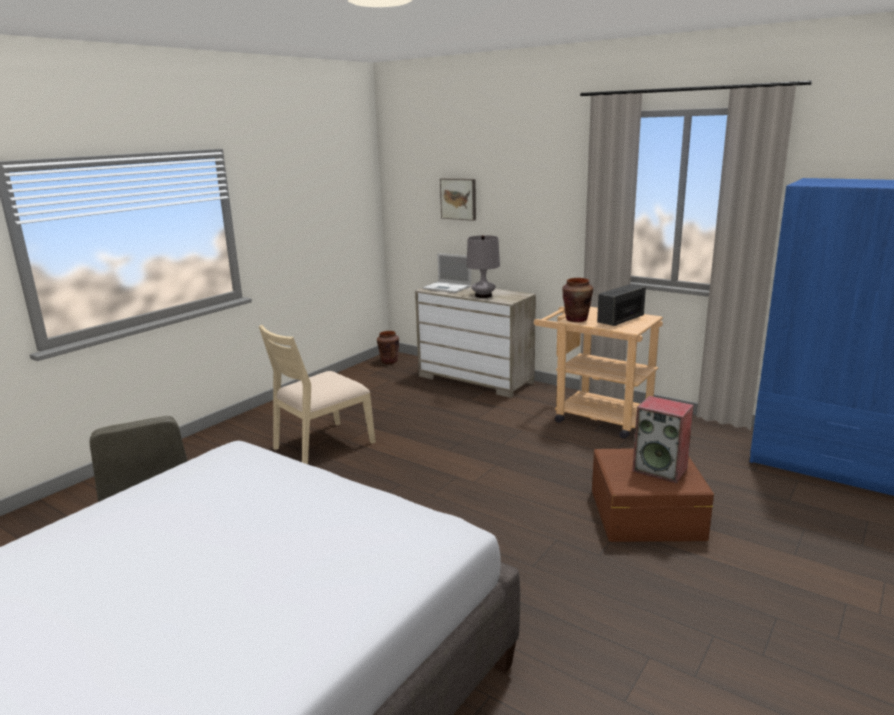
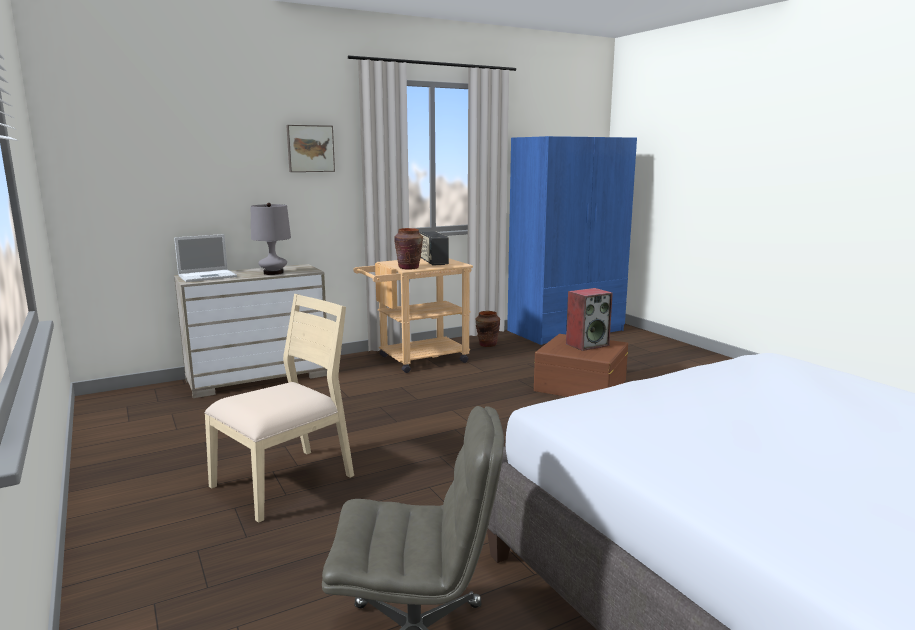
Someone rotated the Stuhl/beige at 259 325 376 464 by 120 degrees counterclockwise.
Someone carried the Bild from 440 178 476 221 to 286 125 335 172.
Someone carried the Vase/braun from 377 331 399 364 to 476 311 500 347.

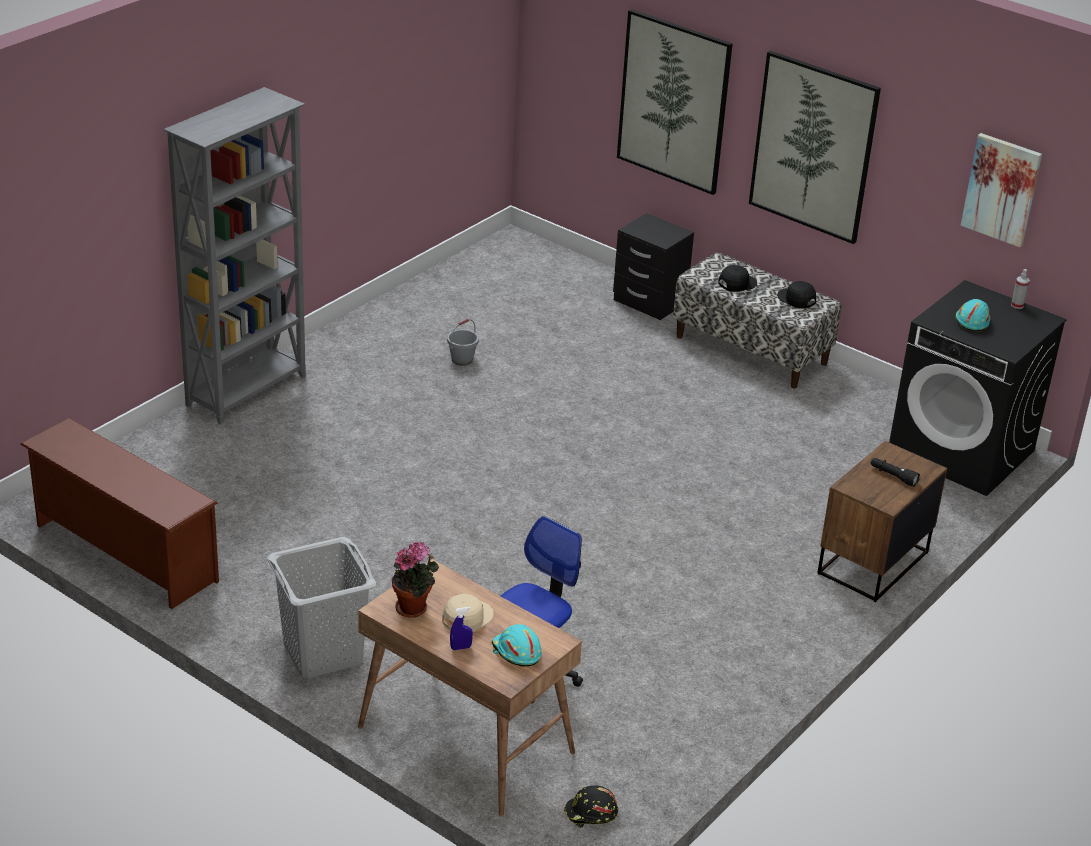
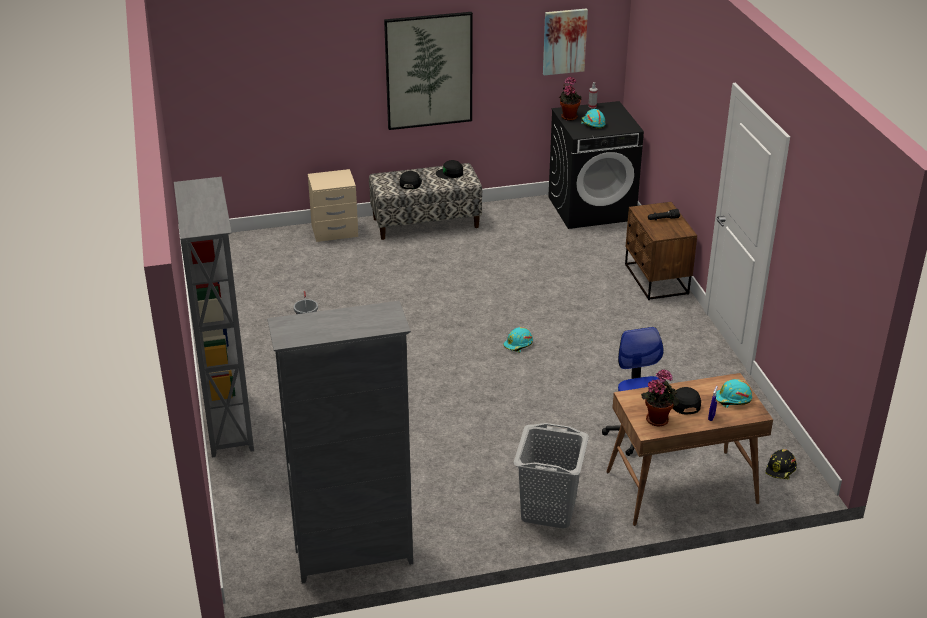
Someone swapped the Schuhregal/braun at 20 418 219 609 for the Bücherregal/grau at 267 301 413 584.
Someone repainted the Nachttisch/schwarz at 613 213 694 320, which became the Nachttisch/beige at 308 169 358 242.
Someone put down the Schutzhelm/türkis at 503 327 533 353.
Someone put down the Topfpflanze at 559 77 582 121.
Someone repainted the Kappe/beige at 442 594 494 632, which became the Kappe/schwarz at 673 387 701 414.
Someone took away the Bild at 617 9 733 195.

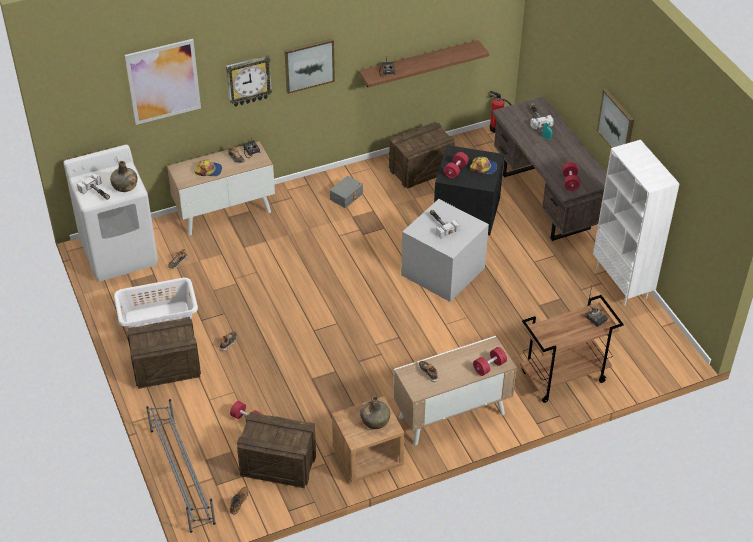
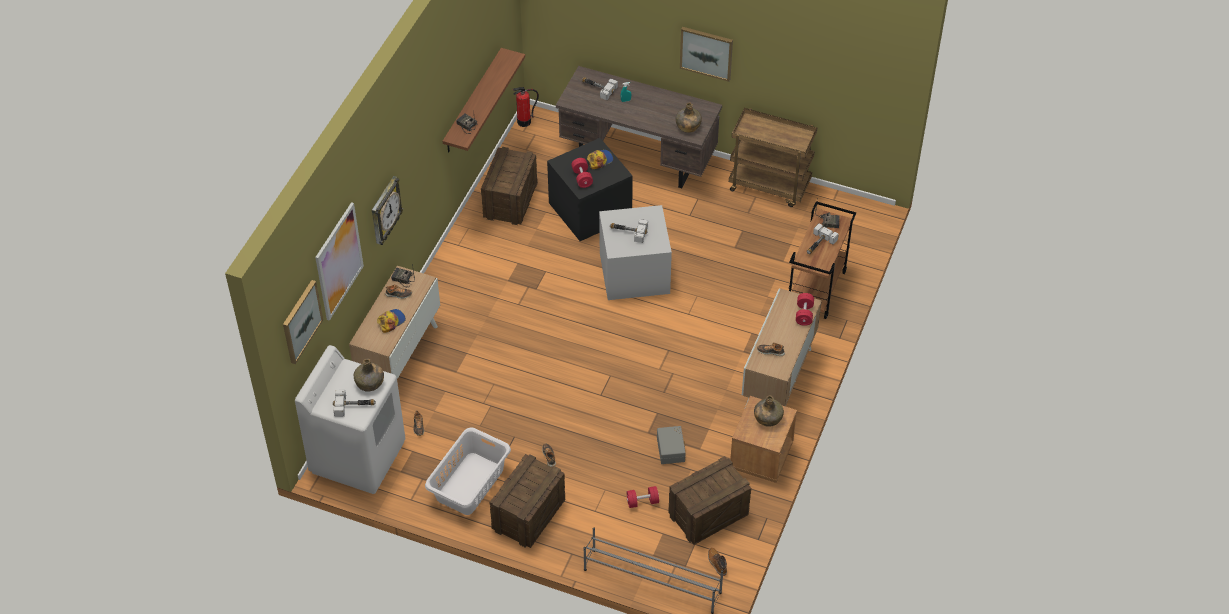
Someone carried the Bild from 284 38 335 94 to 283 280 323 364.
Someone carried the Aufbewahrungsbox/grau from 330 176 363 208 to 657 426 686 464.
Someone swapped the Hantel/rot at 562 162 580 191 for the Flasche/grün at 676 103 702 133.
Someone swapped the Bücherregal/weiß at 593 140 680 306 for the Rollwagen/braun at 729 108 817 207.
Someone put down the Hammer at 807 223 839 254.

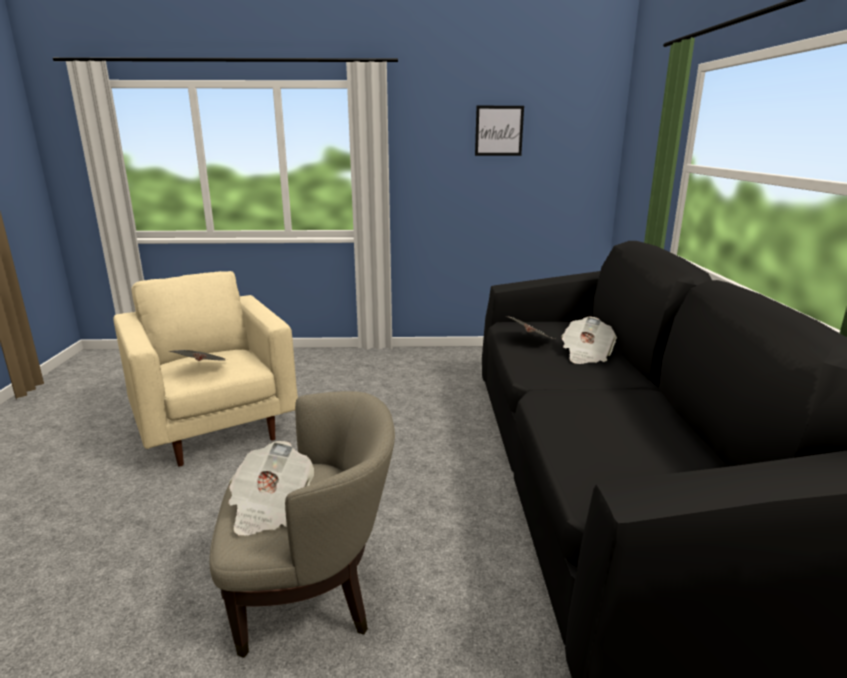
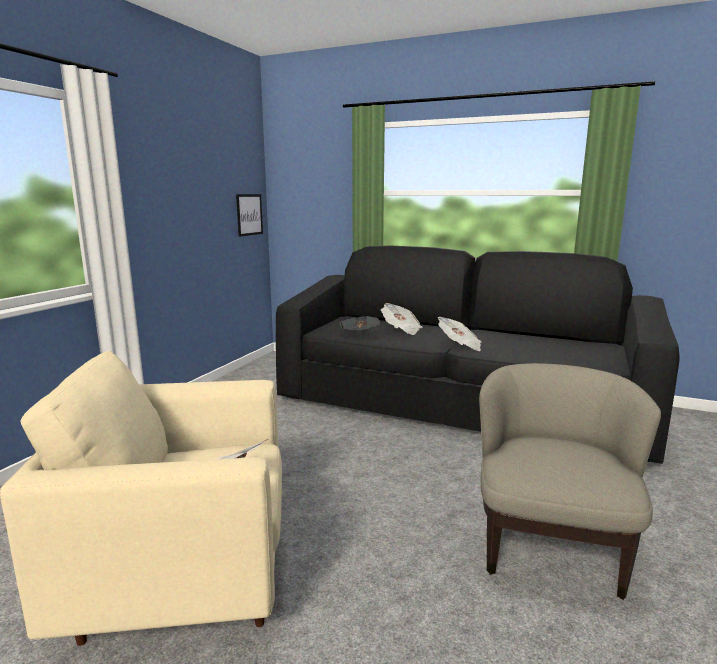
Someone carried the Bild from 475 106 524 156 to 236 194 263 237.
Someone carried the Zeitung from 229 441 314 536 to 438 317 482 351.

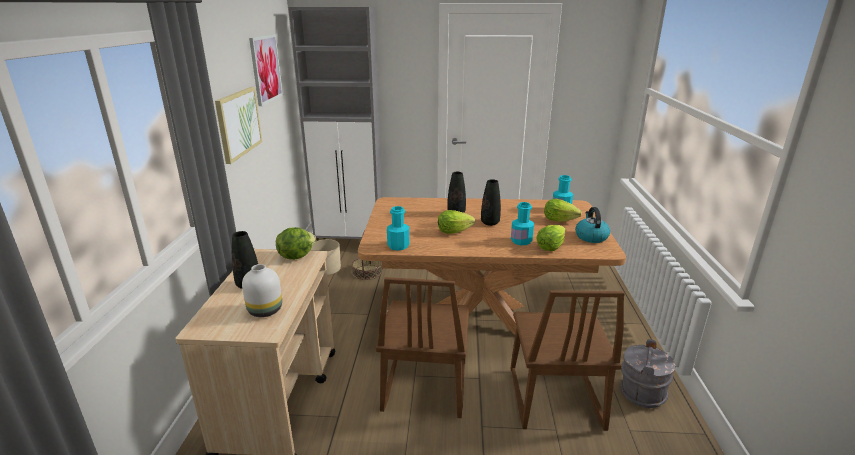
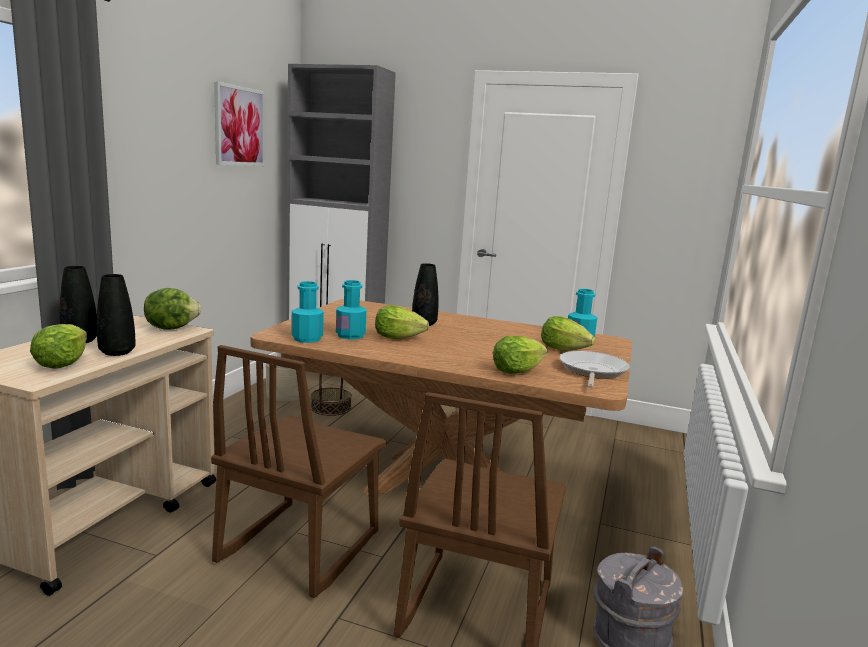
Someone swapped the Vase/weiß at 242 264 282 317 for the Salatkopf at 30 324 87 369.
Someone carried the Vase/schwarz from 481 179 501 226 to 97 274 135 356.
Someone carried the Flasche/türkis from 511 202 534 245 to 336 280 366 340.
Someone swapped the Wasserkessel at 575 207 610 243 for the Pfanne at 559 351 630 388.
Someone took away the Bild at 215 87 263 164.

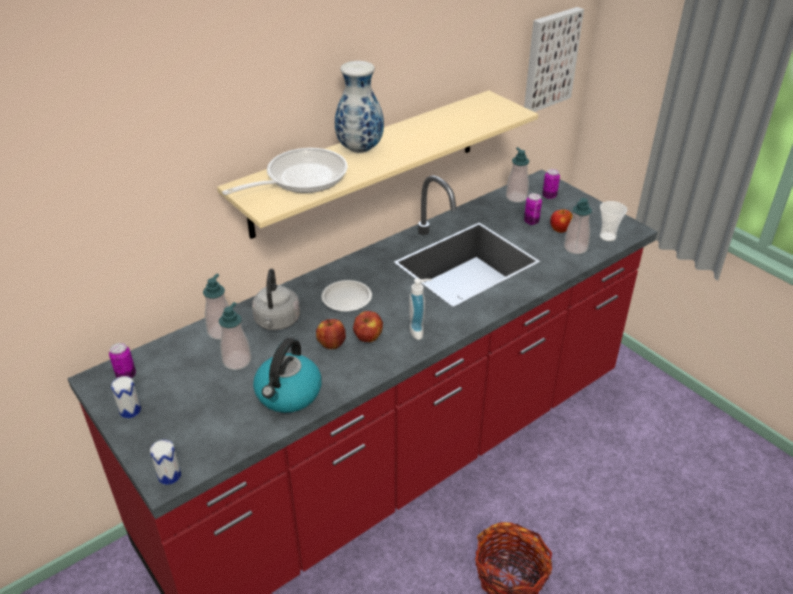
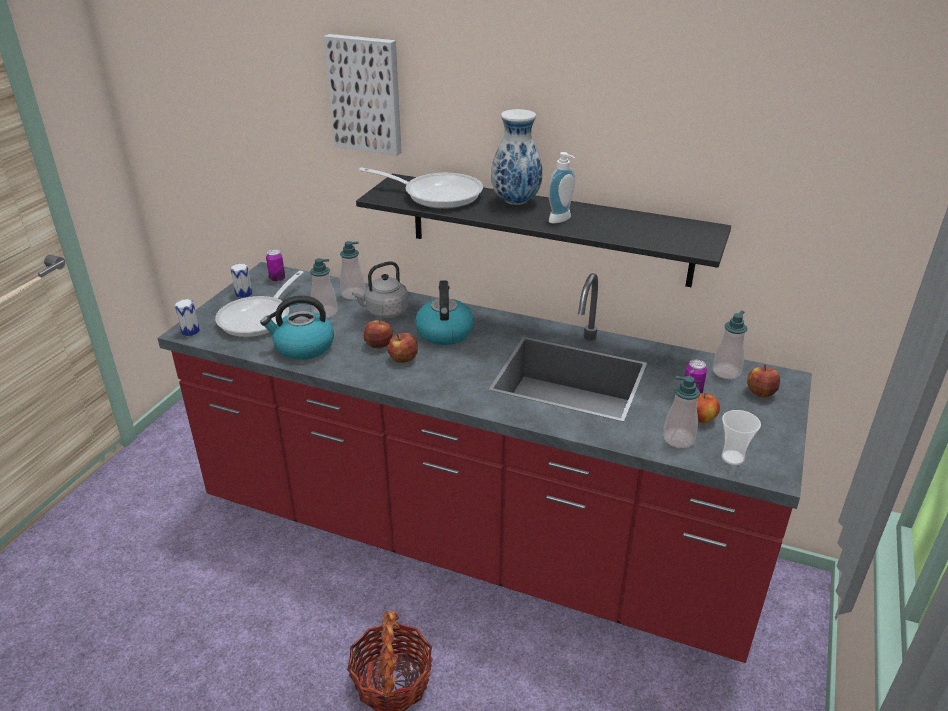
Someone put down the Pfanne at 215 271 304 337.
Someone carried the Bild from 524 7 584 112 to 324 34 402 156.
Someone repainted the Wandregal/beige at 217 90 538 239, which became the Wandregal/schwarz at 356 174 731 287.
Someone swapped the Teller/weiß at 322 280 372 311 for the Wasserkessel at 415 281 474 345.
Someone carried the Seifenspender from 409 278 431 340 to 548 152 575 223.
Someone swapped the Dose at 542 169 560 199 for the Apfel at 747 365 780 397.

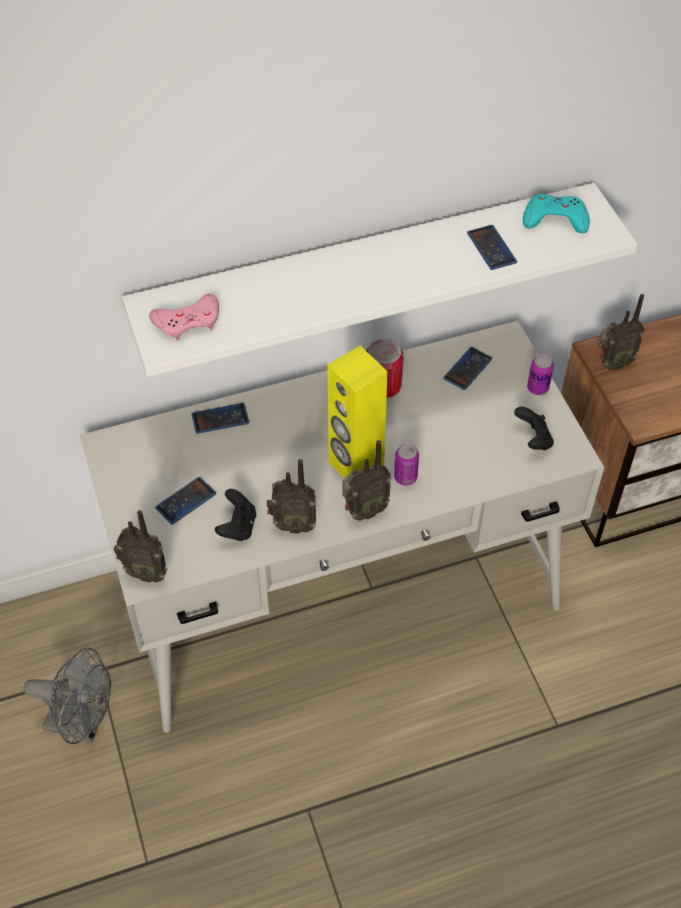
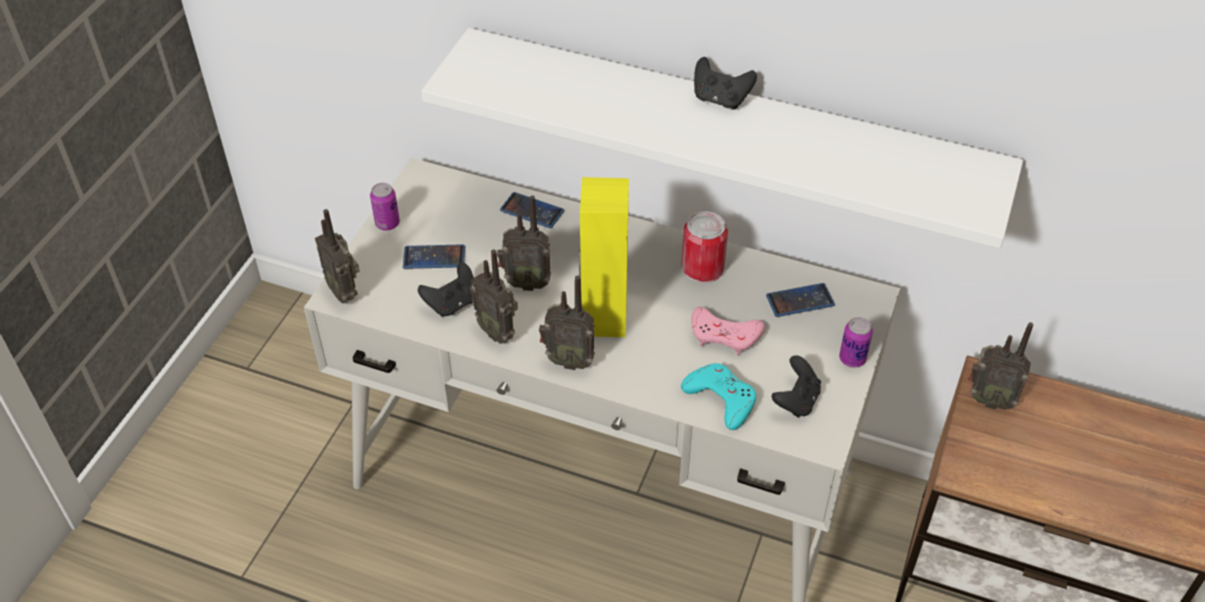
Someone carried the Dose from 394 443 419 485 to 370 183 400 231.
Someone put down the Radio at 497 195 551 291.
Someone carried the Gamepad/türkis from 523 194 590 233 to 681 363 756 430.
Someone carried the Gamepad/rosa from 149 294 219 341 to 692 307 765 355.
Someone put down the Gamepad/schwarz at 694 57 757 110.
Someone took away the Ventilator/grau at 24 647 111 744.
Someone took away the Handy at 467 225 517 270.

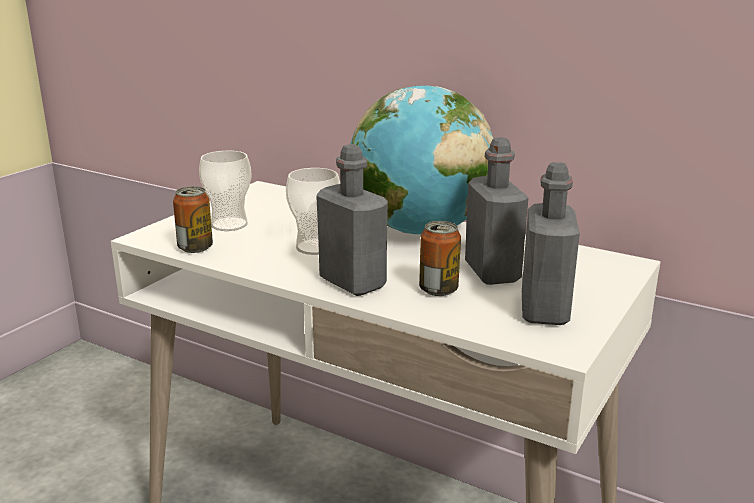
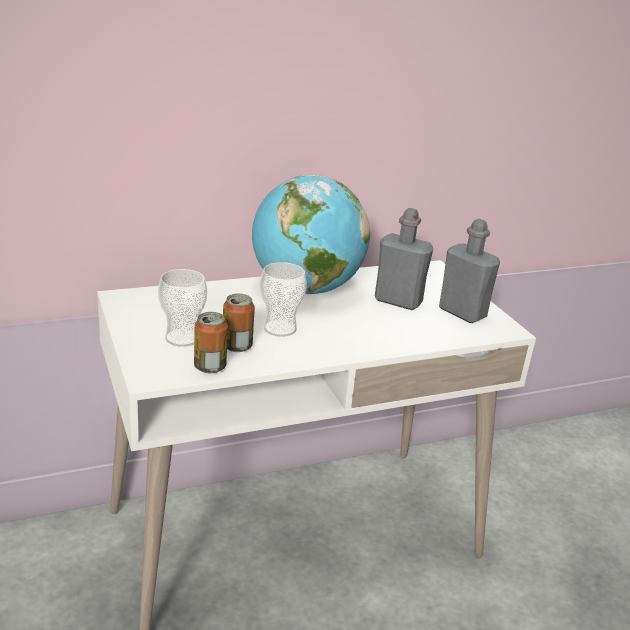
Someone carried the Dose from 419 221 461 296 to 223 294 255 352.
Someone took away the Flasche/grau at 316 144 388 296.

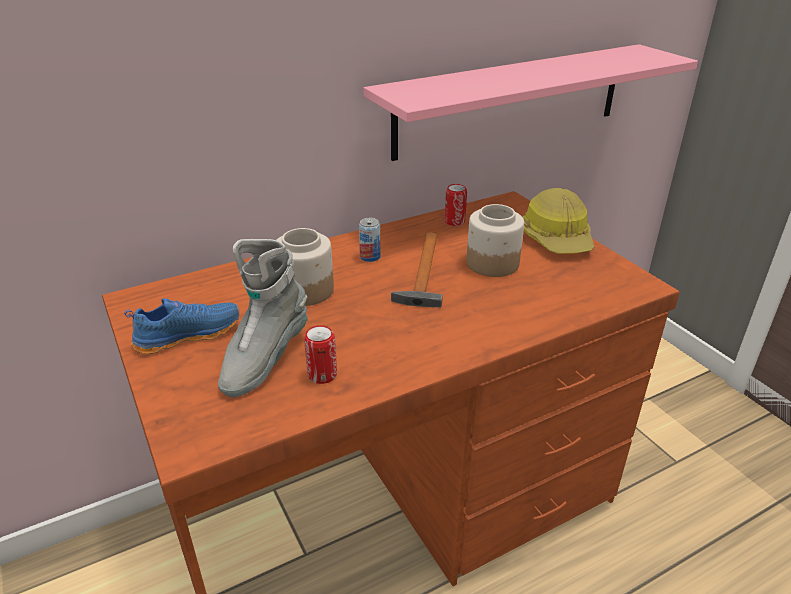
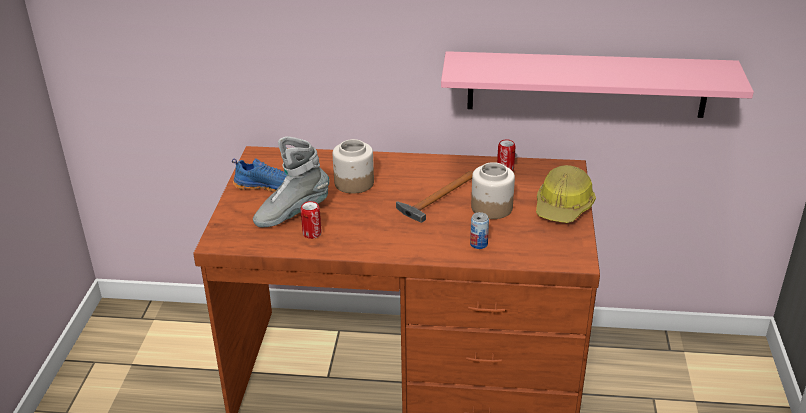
Someone carried the Dose from 359 218 381 262 to 470 212 489 249.

